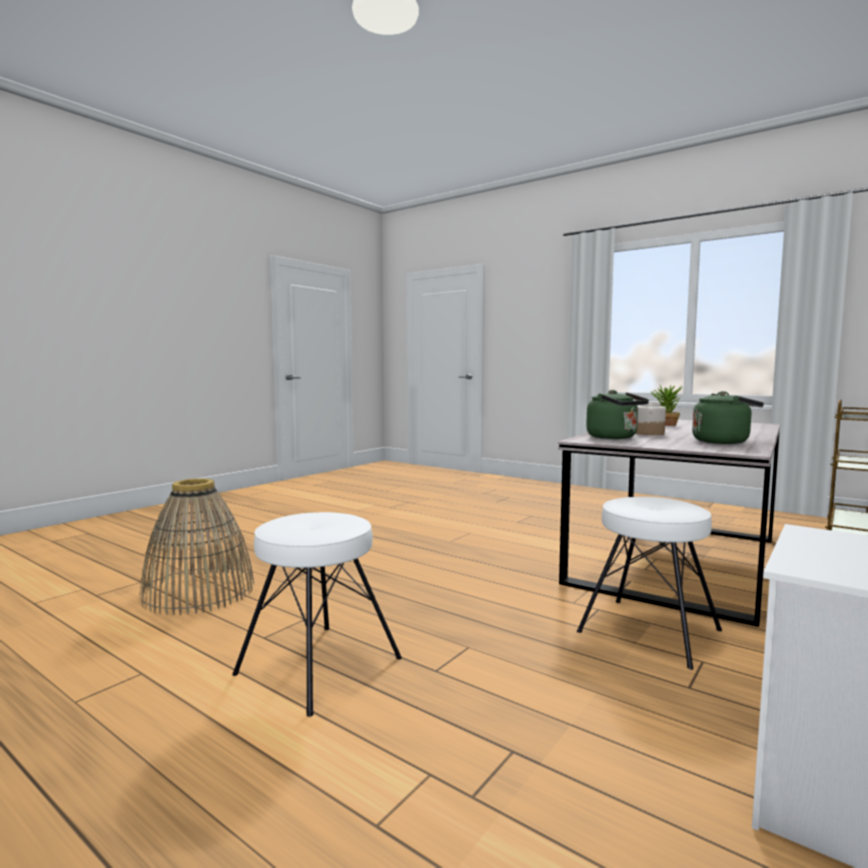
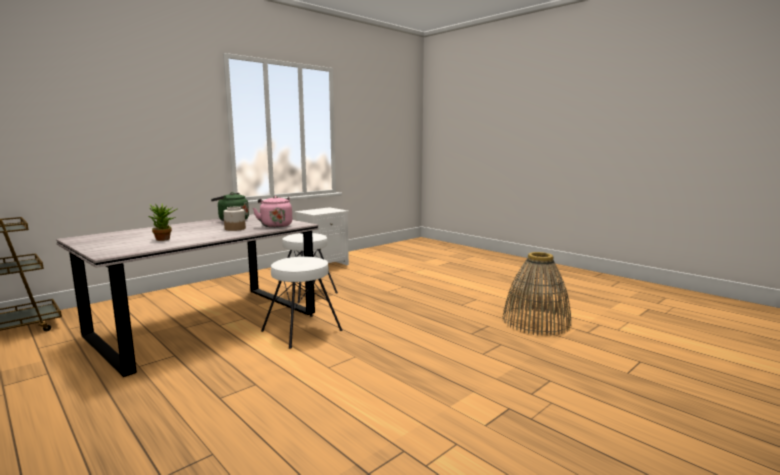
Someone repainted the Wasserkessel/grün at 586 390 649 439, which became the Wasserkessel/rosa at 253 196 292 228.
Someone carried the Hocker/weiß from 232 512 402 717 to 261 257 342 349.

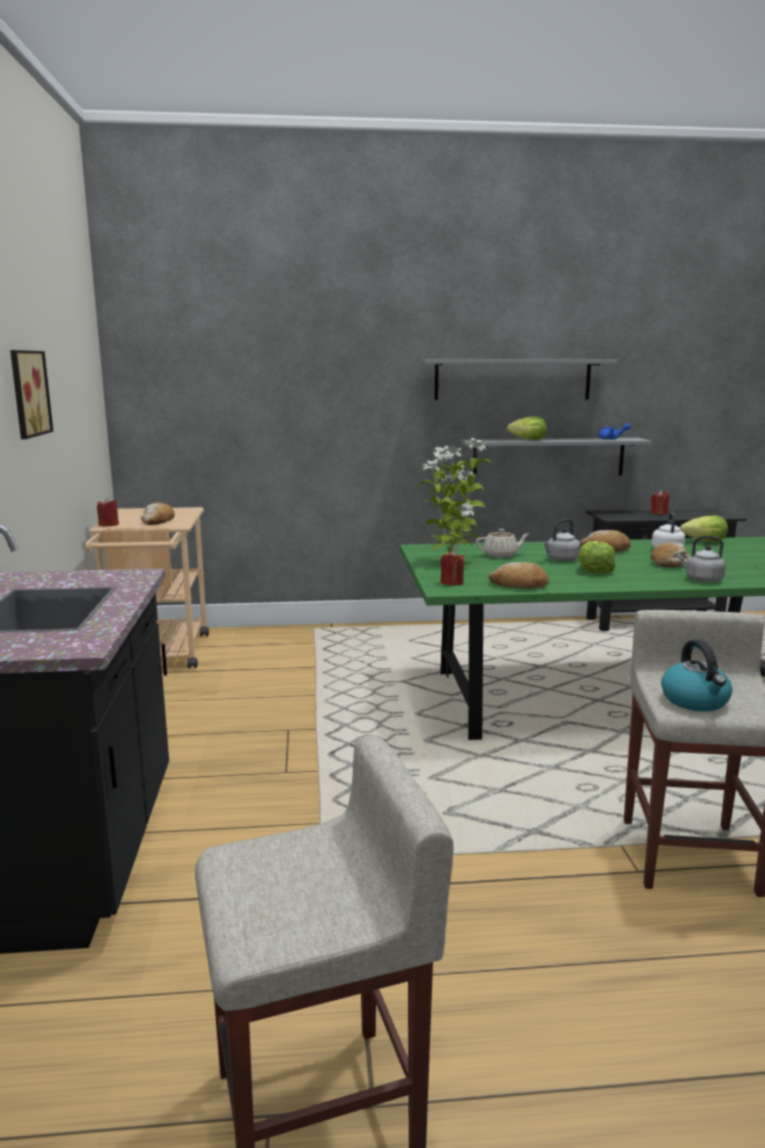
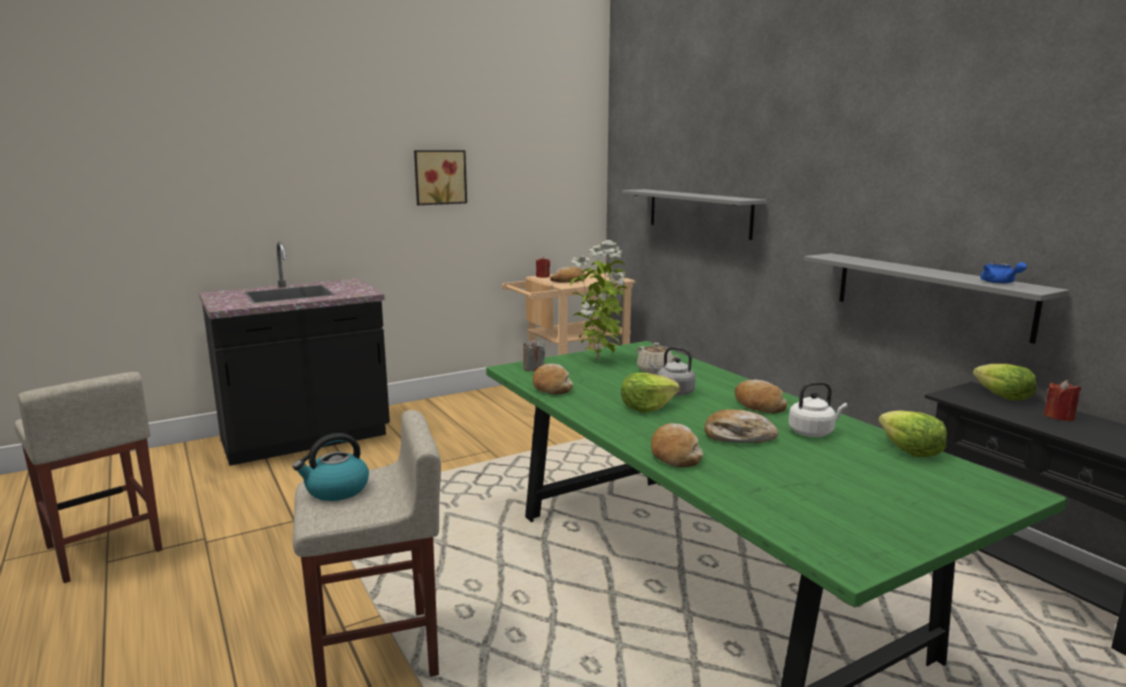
Someone repainted the Kerze/rot at 441 550 465 586, which became the Kerze/grau at 523 338 545 371.
Someone carried the Wandregal/grau from 421 360 617 400 to 622 189 766 240.
Someone swapped the Wasserkessel/grau at 676 536 726 582 for the Brot at 651 423 703 468.
Someone carried the Salatkopf from 507 416 547 440 to 973 364 1036 401.

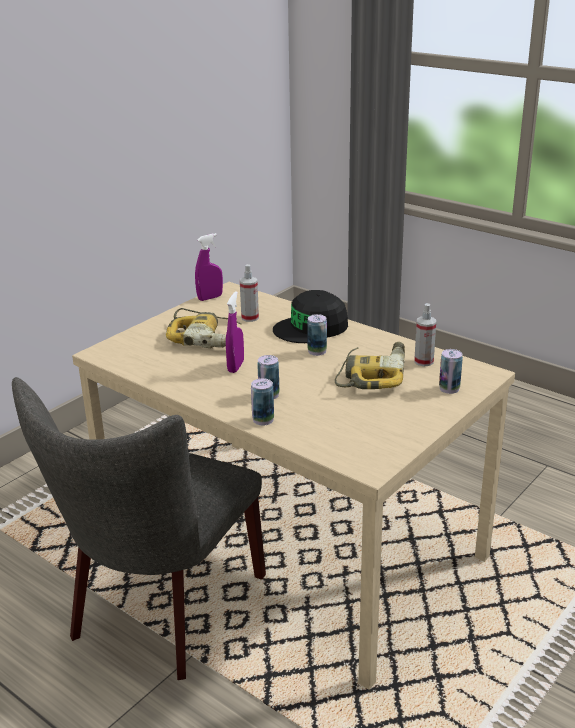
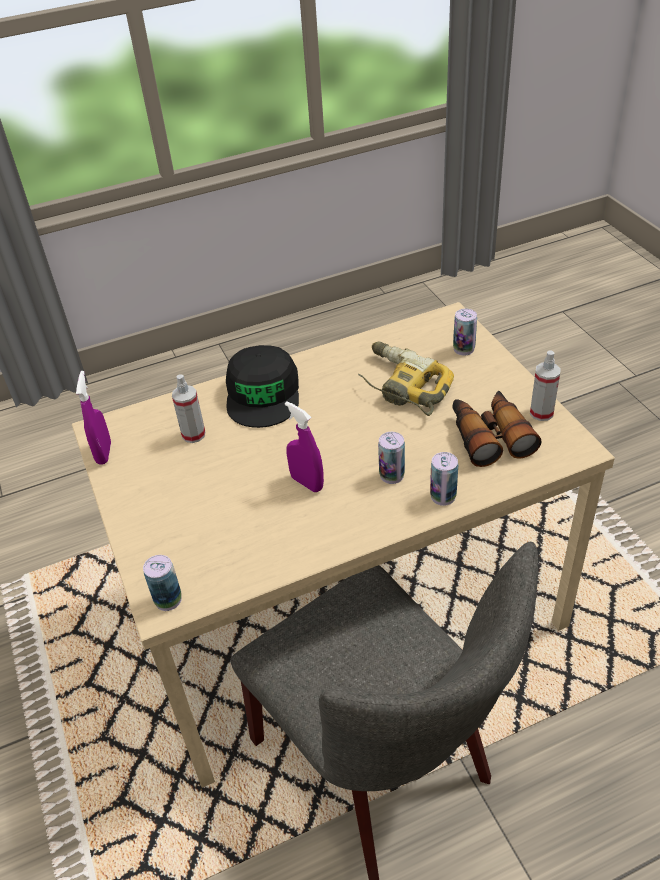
Someone carried the Dose from 307 314 327 356 to 143 555 182 611.
Someone put down the Fernglas at 452 390 542 467.
Someone carried the Sprühflasche from 414 303 436 367 to 530 350 561 421.
Someone took away the Bohrmaschine at 166 308 242 348.

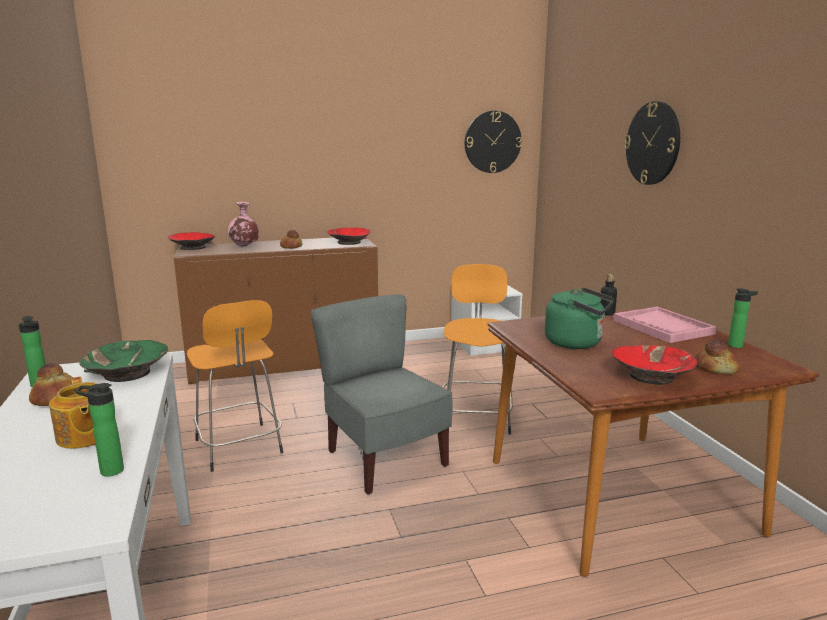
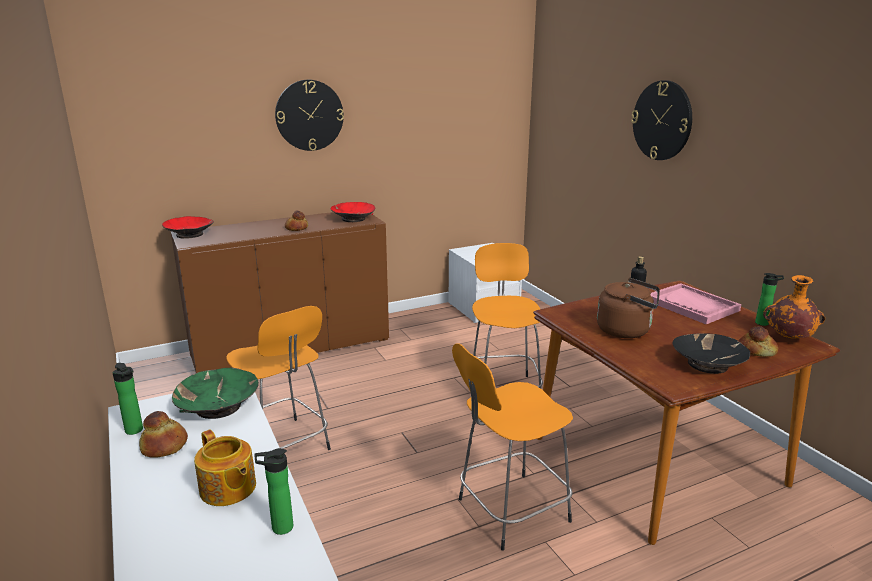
Someone carried the Wanduhr from 465 111 522 173 to 275 80 344 151.
Someone put down the Hocker/orange at 452 343 573 551.
Someone repainted the Wasserkessel/grün at 545 287 614 349, which became the Wasserkessel/braun at 597 278 660 338.
Someone repainted the Schüssel/rot at 612 345 698 385, which became the Schüssel/schwarz at 672 333 750 374.
Someone put down the Vase/orange at 763 275 825 339.
Someone took away the Vase/rosa at 228 202 259 247.
Someone took away the Stuhl/grau at 311 295 452 495.

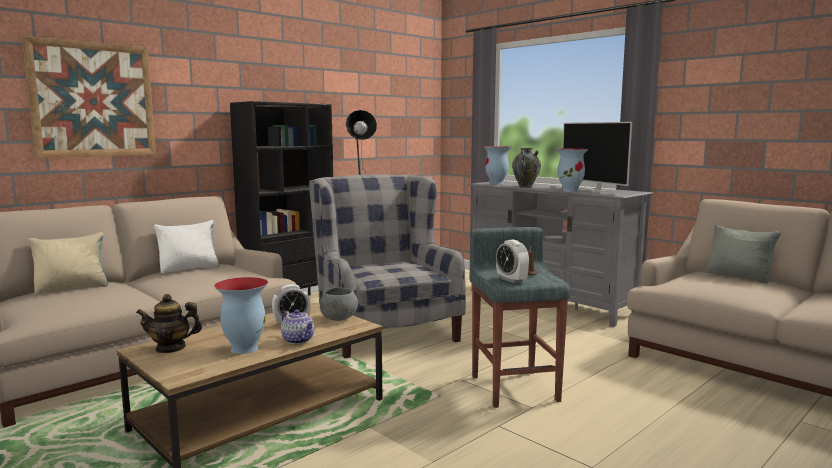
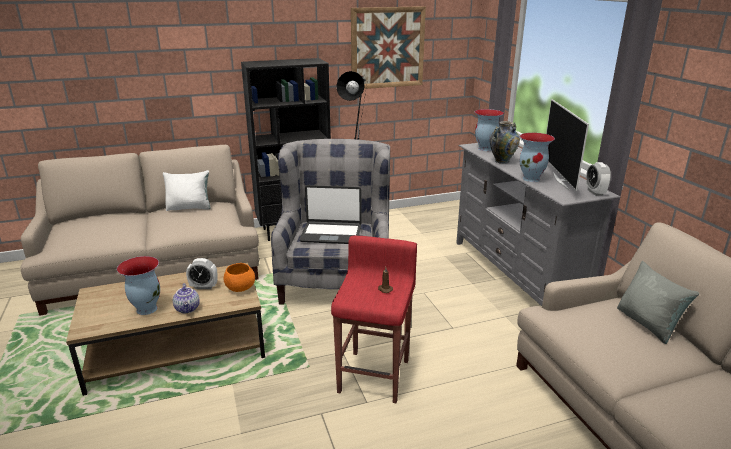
Someone repainted the Schüssel/grau at 320 287 358 321, which became the Schüssel/orange at 224 263 255 292.
Someone put down the Laptop at 299 185 362 244.
Someone repainted the Hocker/grau at 469 227 571 408, which became the Hocker/rot at 331 236 417 403.
Someone carried the Bild from 21 36 156 158 to 351 6 426 89.
Someone carried the Wecker from 496 240 529 283 to 586 162 611 196.
Someone took away the Kissen/beige at 28 232 108 294.
Someone took away the Teekanne at 136 294 202 353.

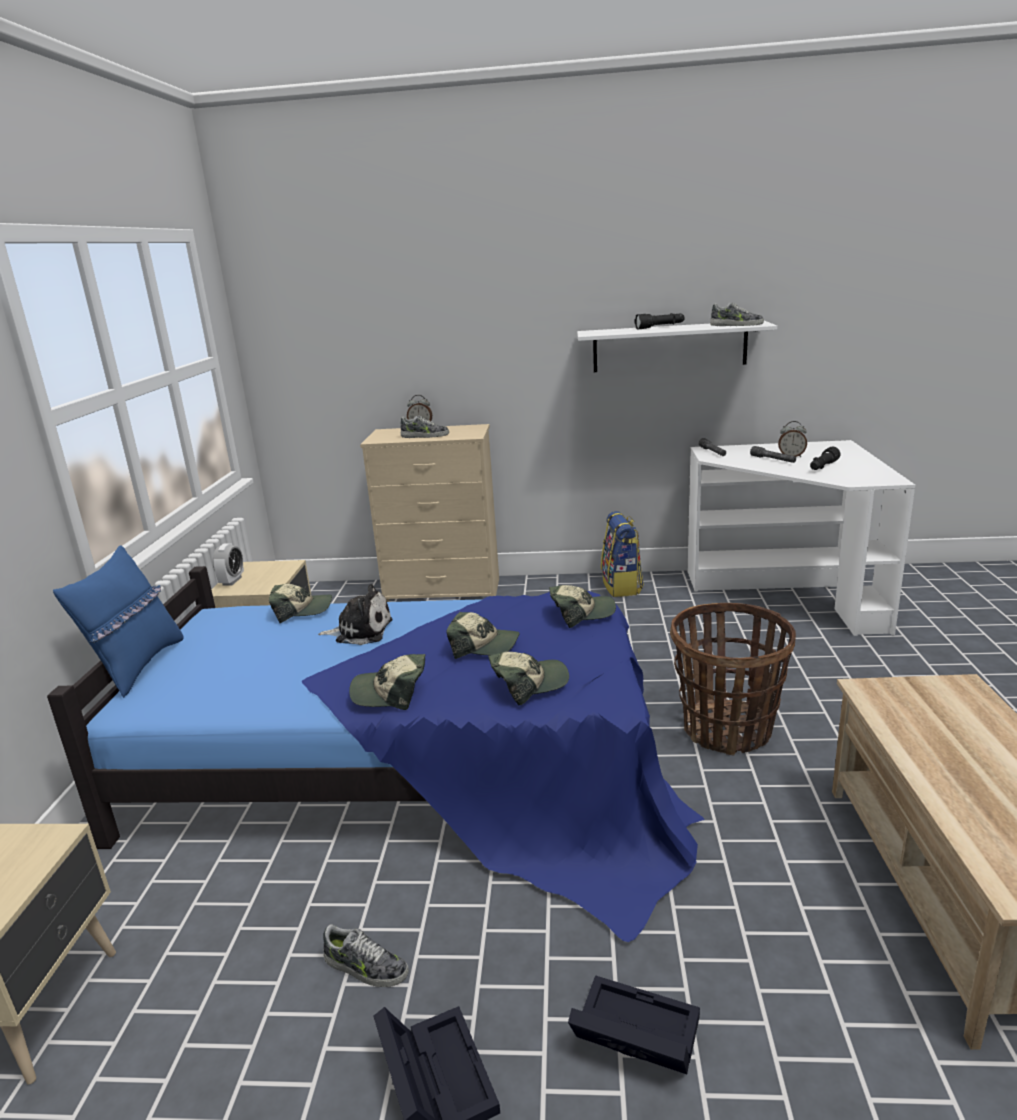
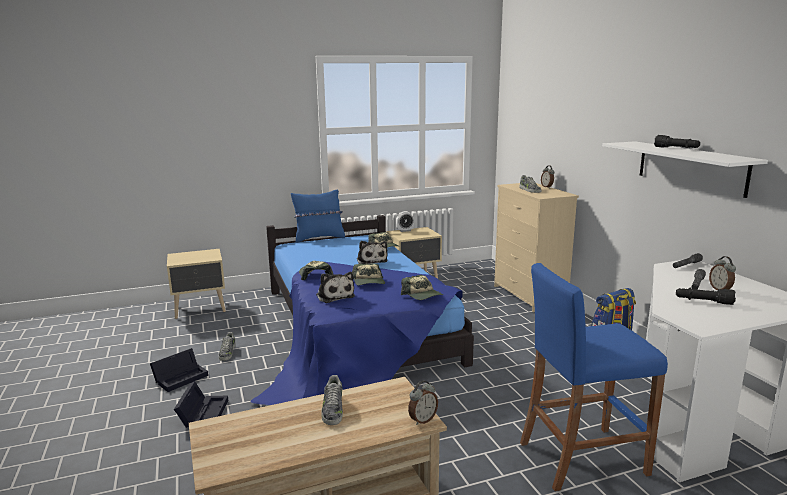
Someone swapped the Kappe at 488 652 569 706 for the Plüschtier at 316 272 355 303.
Someone carried the Schuh from 710 303 764 326 to 321 375 343 425.
Someone put down the Wecker at 408 381 438 425.
Someone put down the Hocker/blau at 520 263 668 491.
Someone took away the Korb at 670 603 796 755.

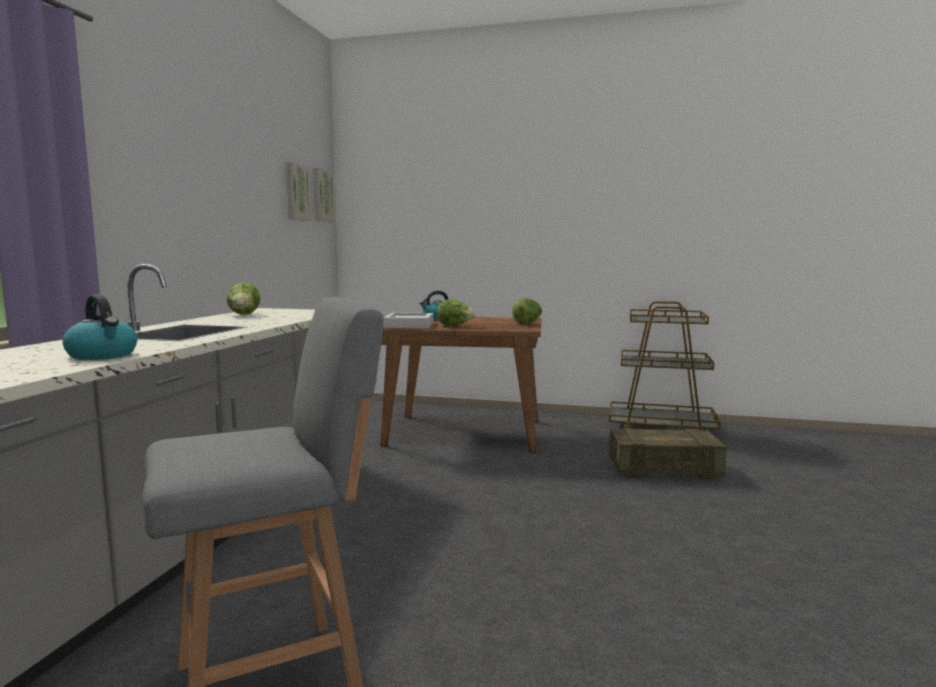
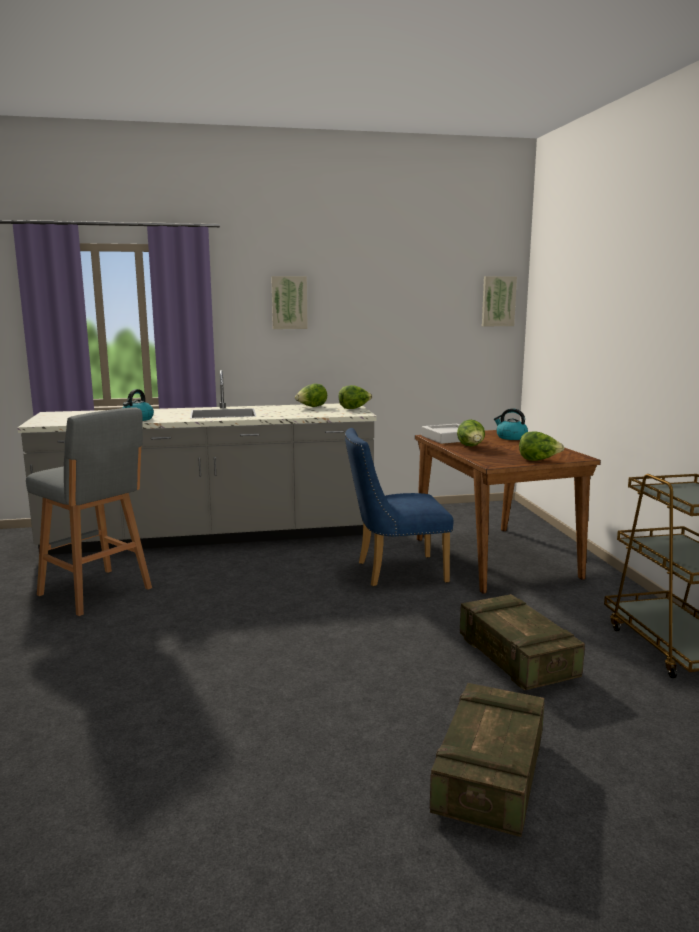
Someone carried the Bild from 286 162 312 221 to 271 276 308 329.
Someone put down the Salatkopf at 339 385 372 409.
Someone put down the Stuhl/blau at 345 428 454 587.
Someone put down the Kiste at 430 683 545 837.

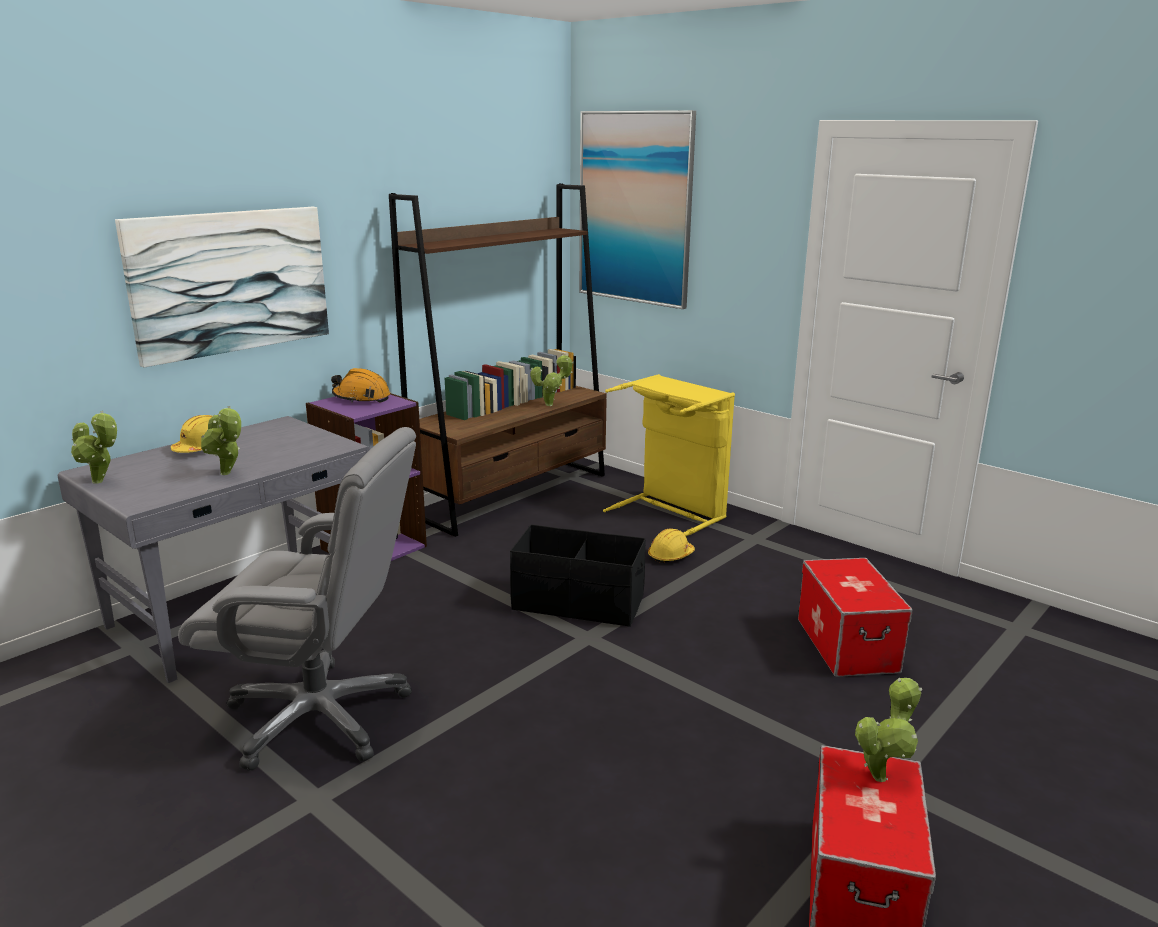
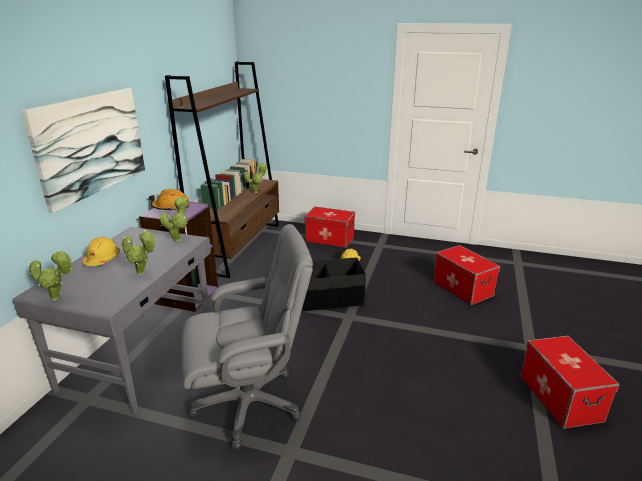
Someone carried the Topfpflanze from 855 678 922 782 to 160 196 188 241.
Someone swapped the Wäschekorb/gelb at 603 374 735 536 for the Aufbewahrungsbox at 305 207 355 248.
Someone took away the Bild at 579 110 696 309.

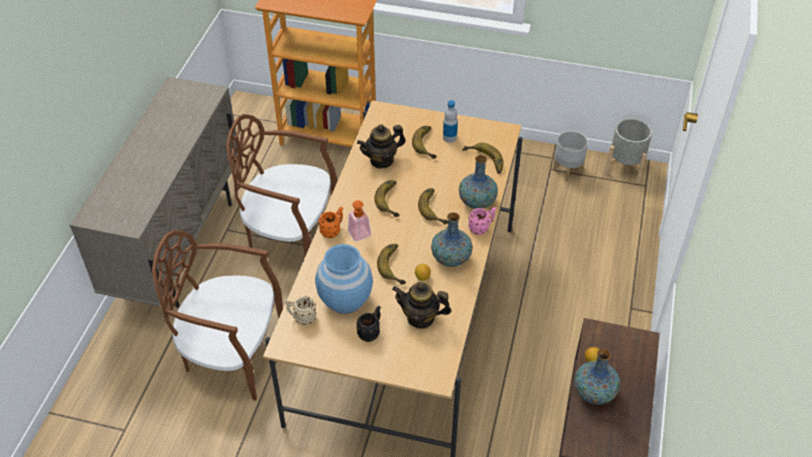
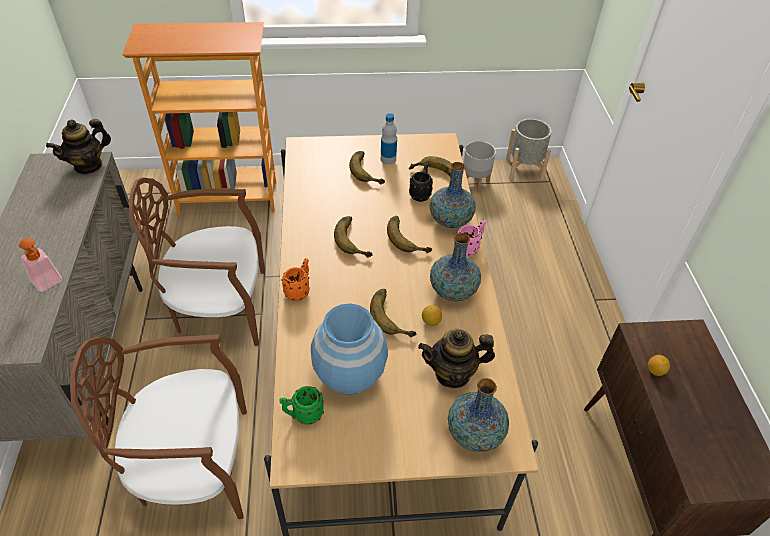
Someone carried the Seifenspender from 348 200 371 241 to 19 238 62 292.
Someone carried the Teekanne from 357 124 406 168 to 46 119 111 174.
Someone repainted the Henkelbecher/beige at 284 296 317 325, which became the Henkelbecher/grün at 279 386 324 425.
Someone carried the Henkelbecher/schwarz from 356 306 381 342 to 409 164 433 202.
Someone carried the Vase from 574 349 620 405 to 448 378 509 452.

